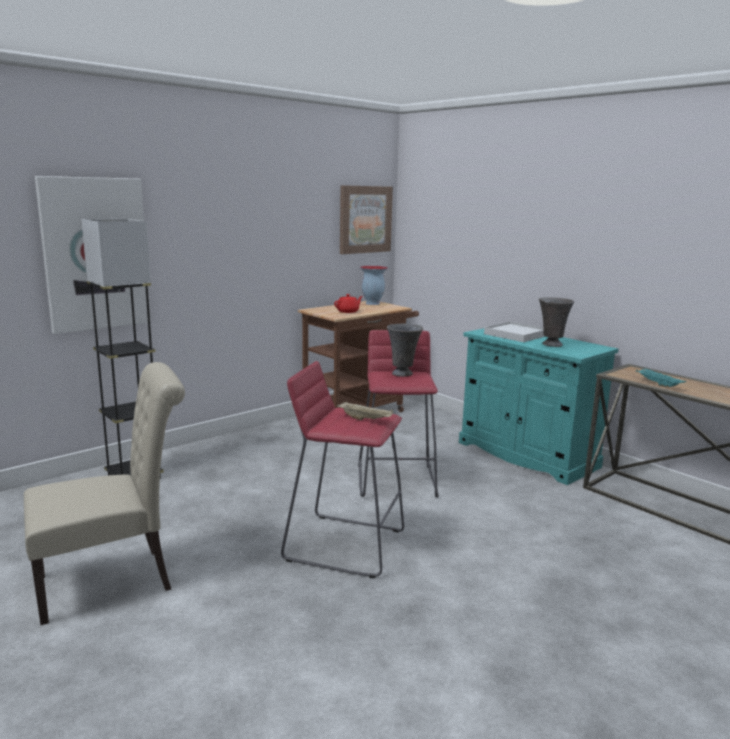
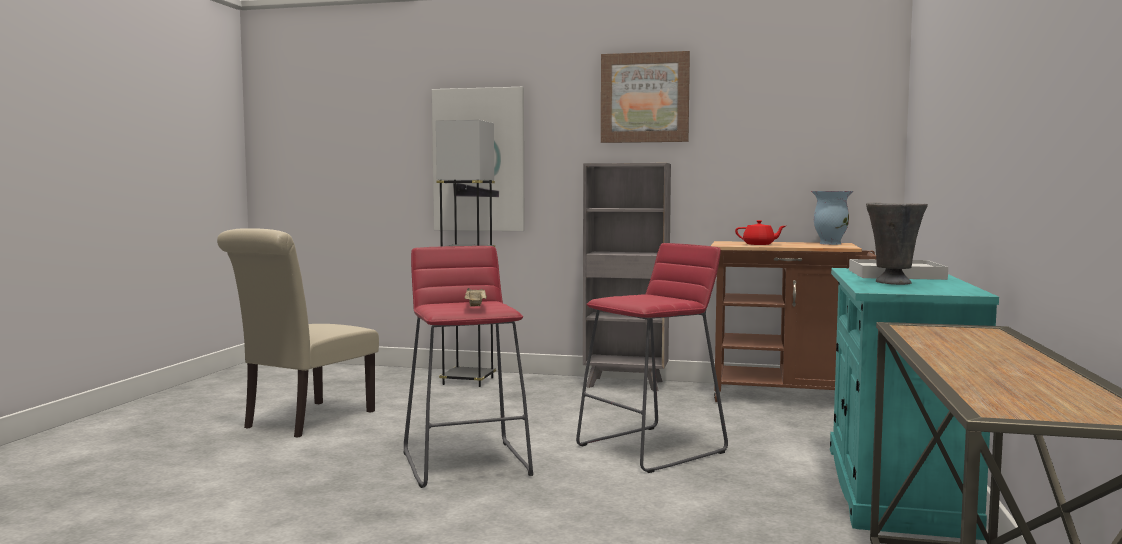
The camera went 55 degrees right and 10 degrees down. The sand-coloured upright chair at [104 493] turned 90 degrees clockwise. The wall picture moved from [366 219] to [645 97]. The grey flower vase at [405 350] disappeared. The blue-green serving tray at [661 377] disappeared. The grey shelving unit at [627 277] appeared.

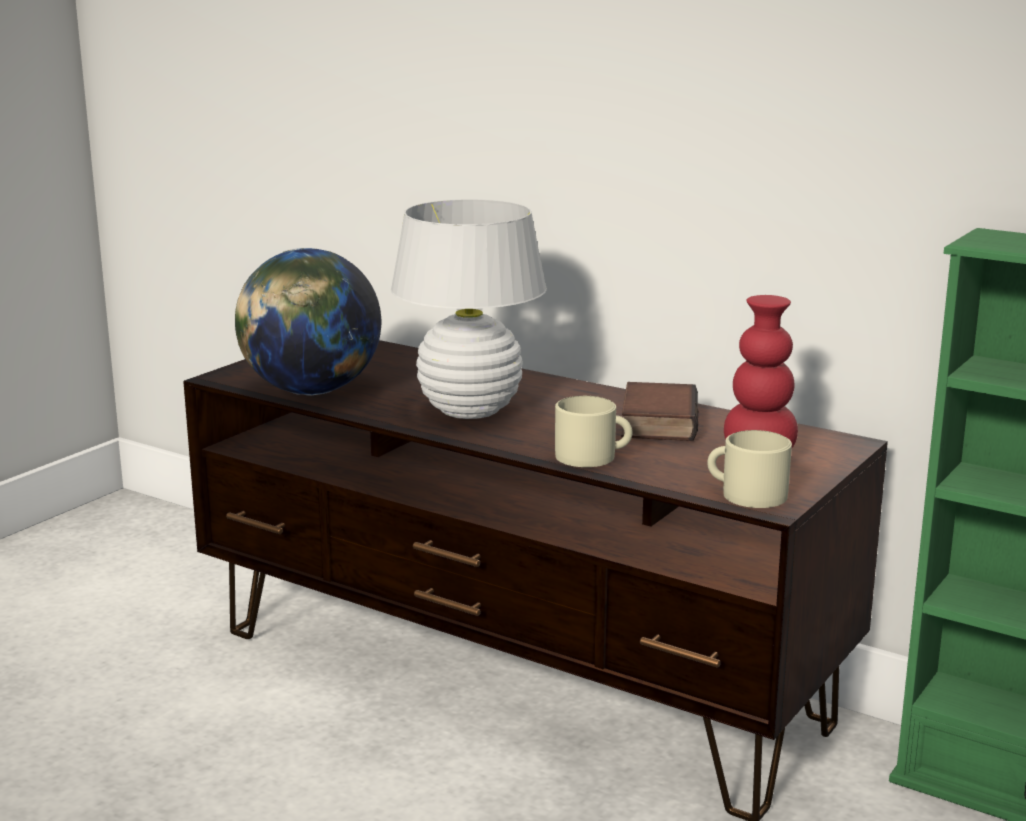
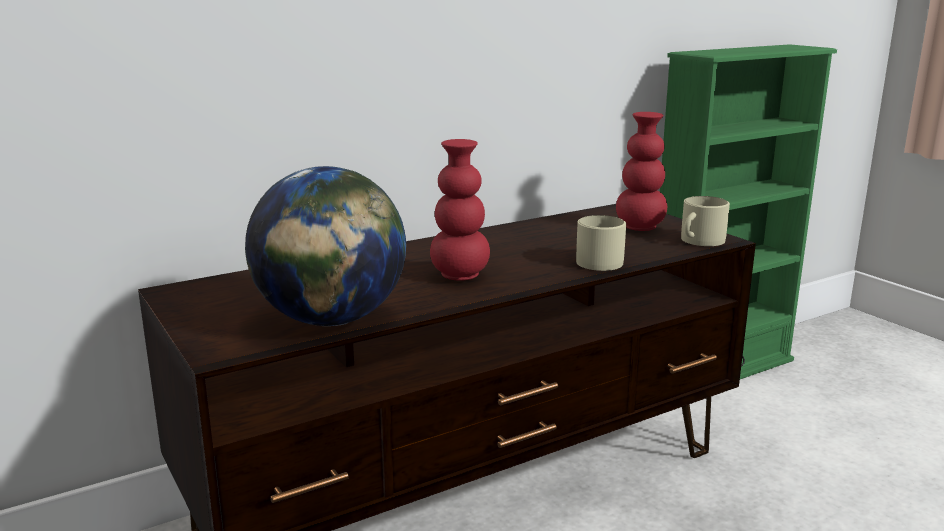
The camera went 65 degrees left and 0 degrees up. The white table lamp at [469 309] was replaced by the red flower vase at [460 210]. The volume at [659 411] disappeared.

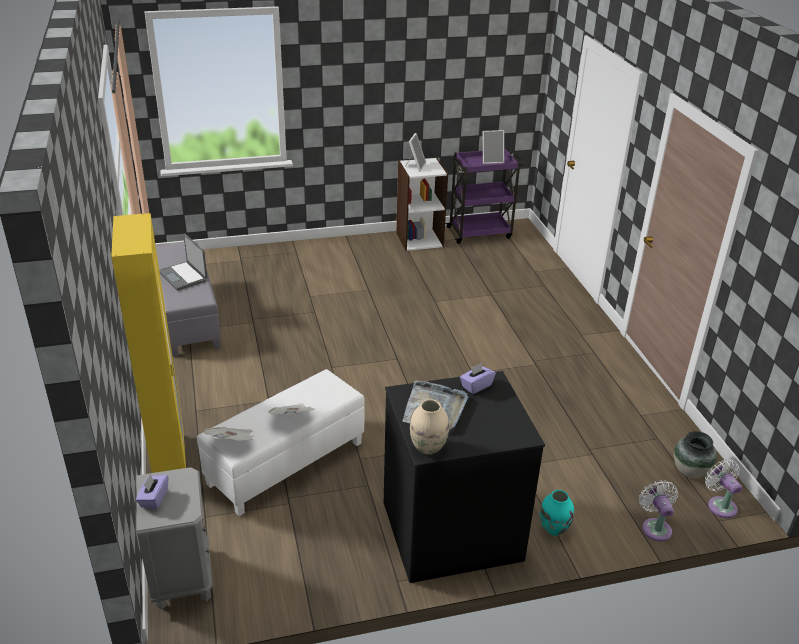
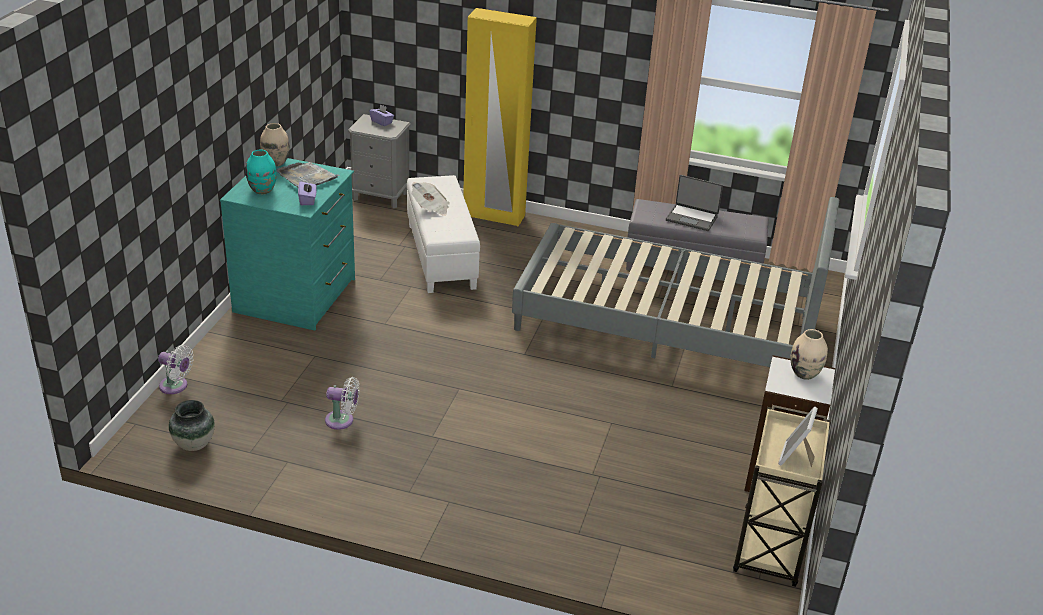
The camera went 120 degrees right and 0 degrees up. The notebook computer at [183 262] turned 150 degrees counterclockwise. The daily paper at [229 434] disappeared. The black chest of drawers at [464 477] became the blue-green chest of drawers at [287 244]. The photo frame at [415 152] was replaced by the sand-coloured flower vase at [809 354]. The purplish trolley at [484 196] became the sand-coloured trolley at [782 496]. The blue-green flower vase moved from [557 513] to [261 171]. The white electric fan moved from [723 488] to [342 403]. The grey bedroom bed at [675 282] appeared.

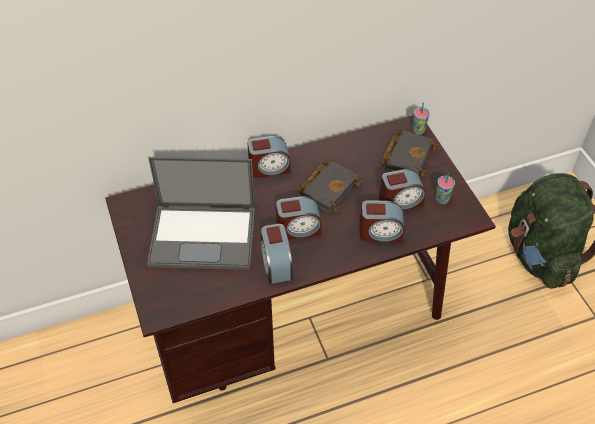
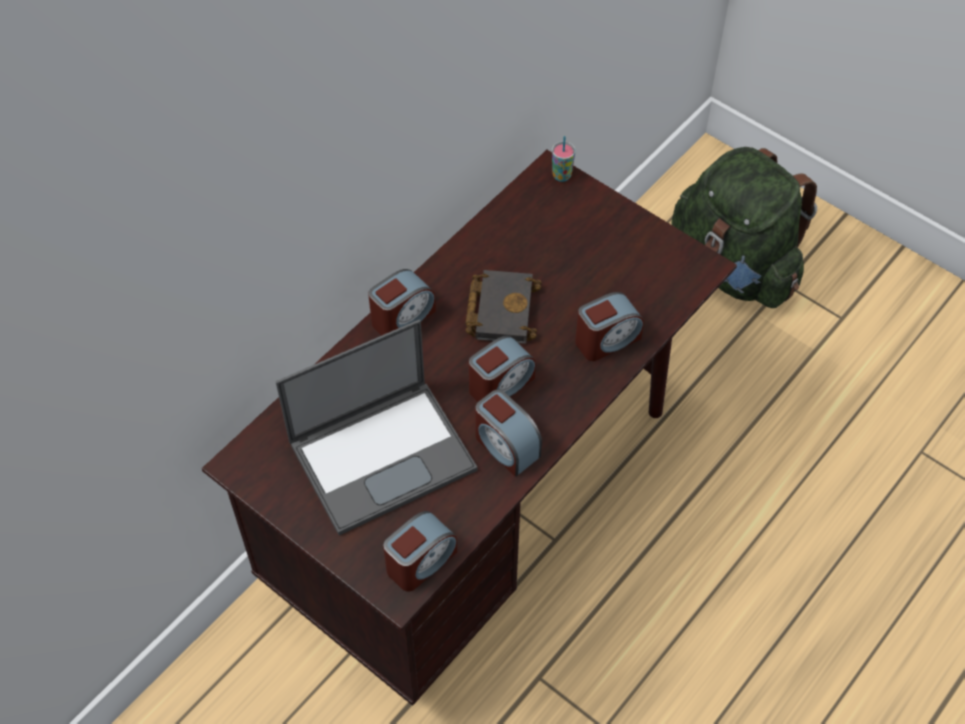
The camera went 30 degrees left and 5 degrees up. The bedside clock moved from [402 189] to [420 551]. The black volume at [409 154] disappeared. The drinking cup at [445 188] disappeared.

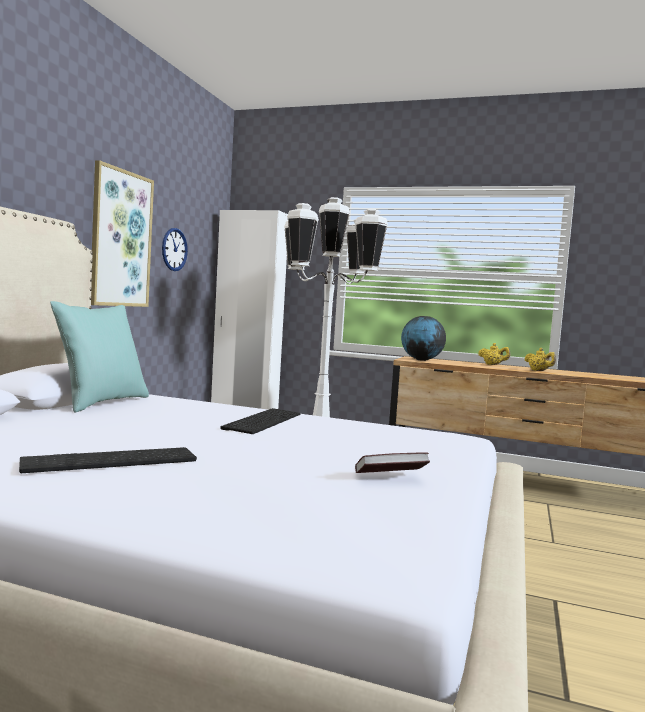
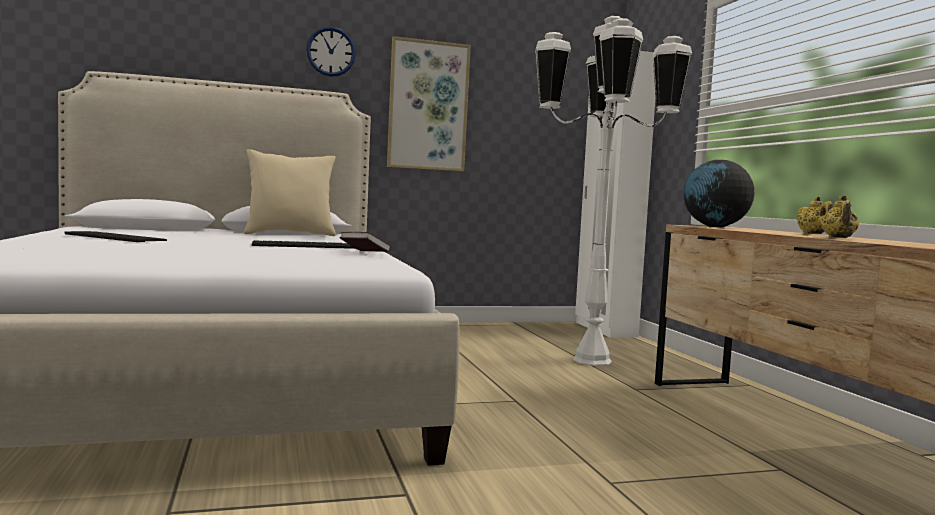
The camera went 55 degrees right and 0 degrees up. The blue-green cushion at [99 357] became the sand-coloured cushion at [290 192]. The clock on the wall moved from [175 249] to [331 52]. The volume moved from [392 462] to [365 242].

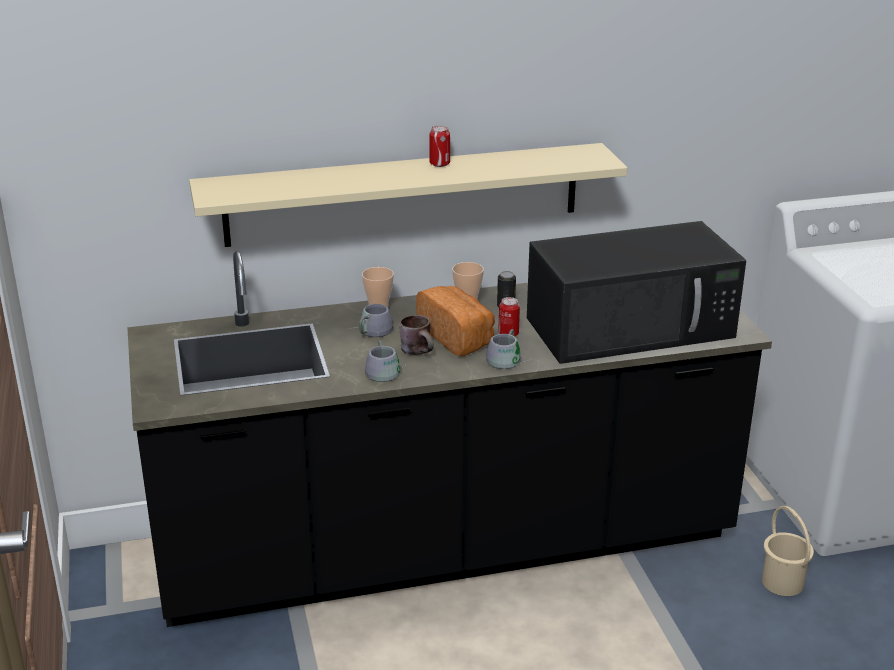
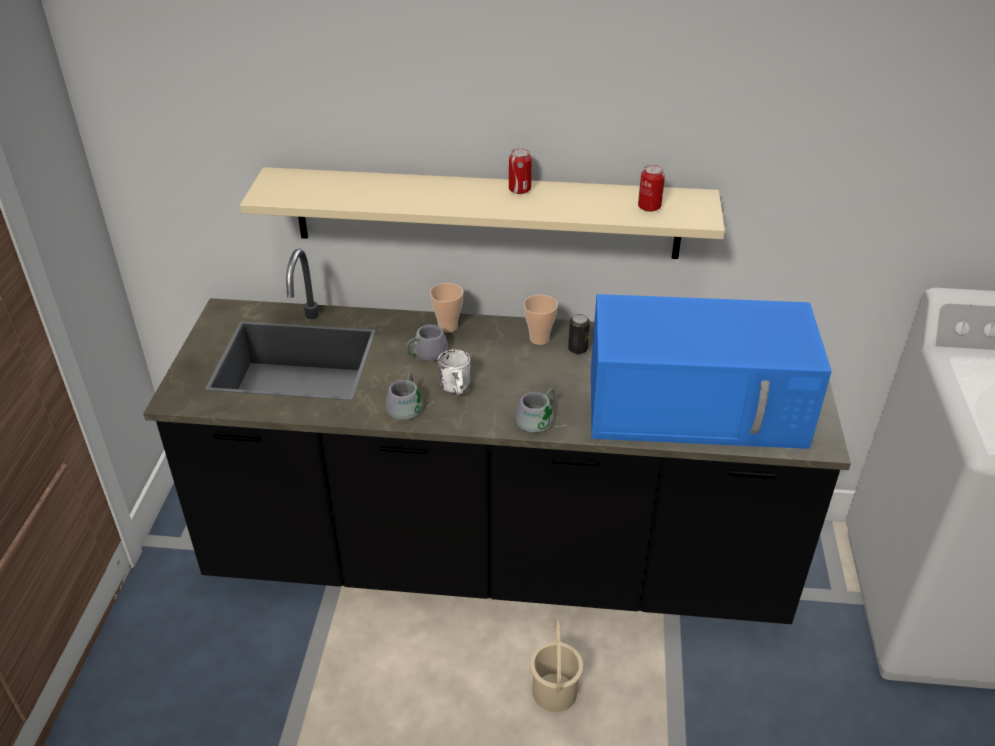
The camera went 20 degrees right and 10 degrees up. The brown-coloured coffee mug at [416 335] became the white coffee mug at [453 372]. The baked bread at [455 321] disappeared. The metal can moved from [509 317] to [651 188]. The black kitchen microwave at [636 292] became the bluish kitchen microwave at [711 371]. The sand-coloured bucket moved from [788 551] to [556 665].

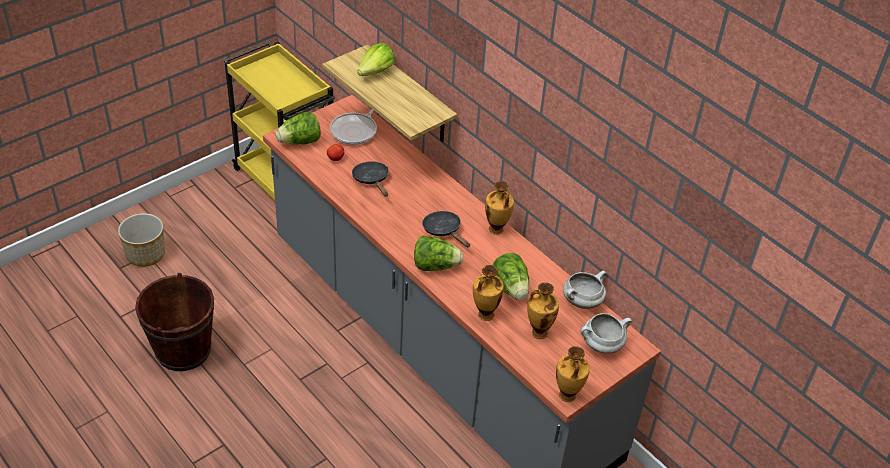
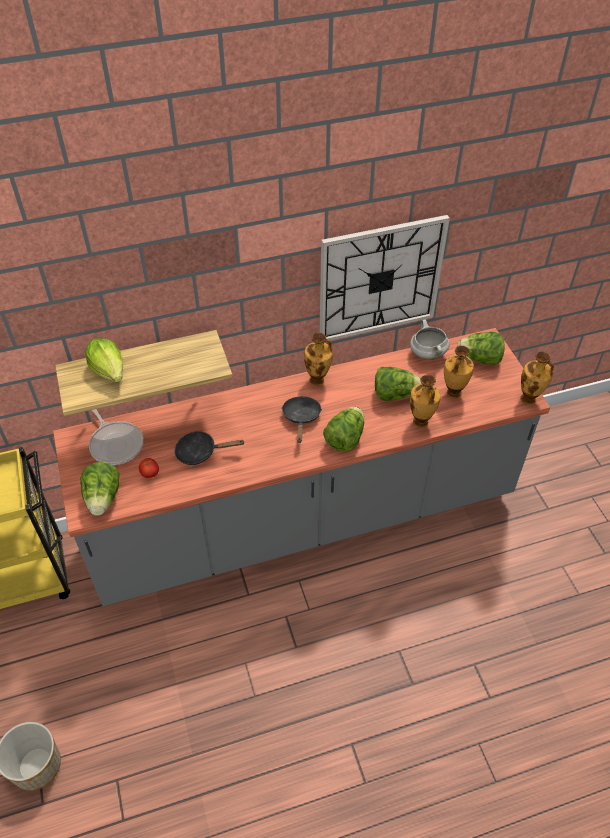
The camera went 65 degrees left and 5 degrees up. The brown-coloured bucket at [174 322] disappeared. The black frying pan at [446 229] turned 105 degrees clockwise. The white stockpot at [606 333] was replaced by the lettuce head at [481 348]. The clock on the wall at [385 278] appeared.

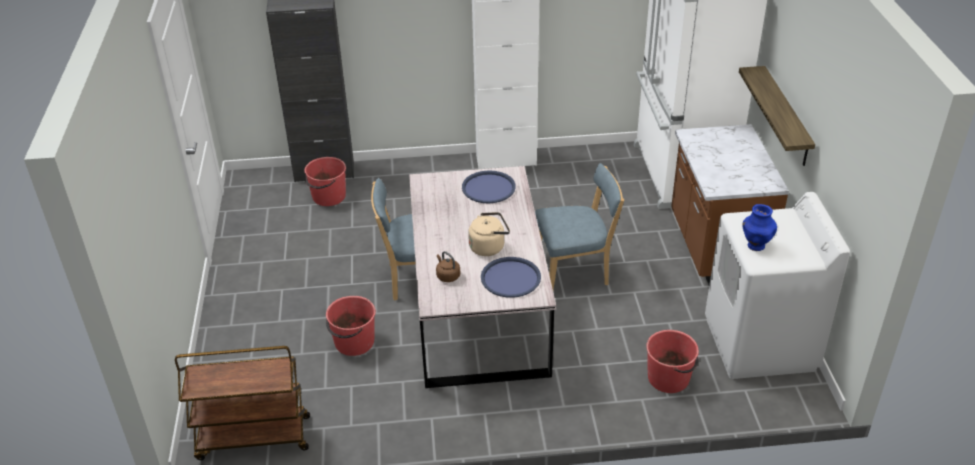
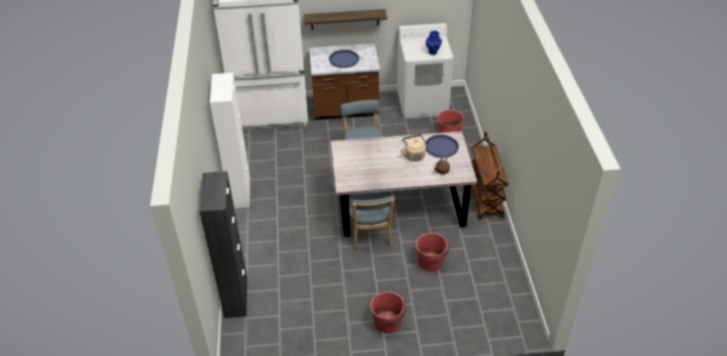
The camera went 90 degrees left and 5 degrees up. The brown-coloured trolley moved from [242 403] to [490 175]. The red bucket moved from [325 181] to [388 312]. The bluish serving tray moved from [489 186] to [344 59].

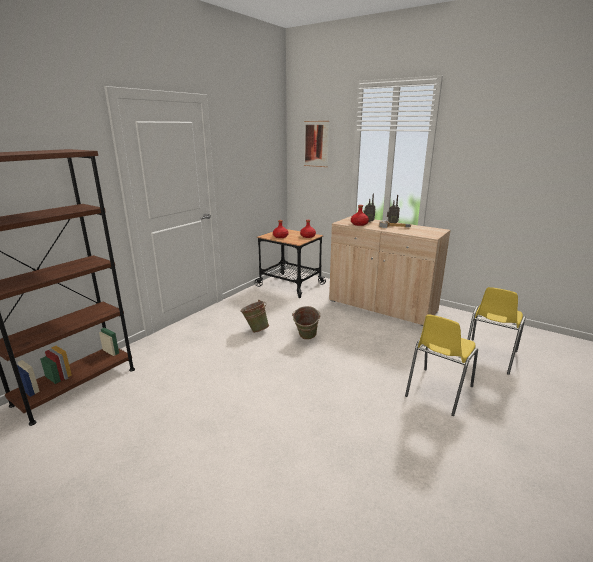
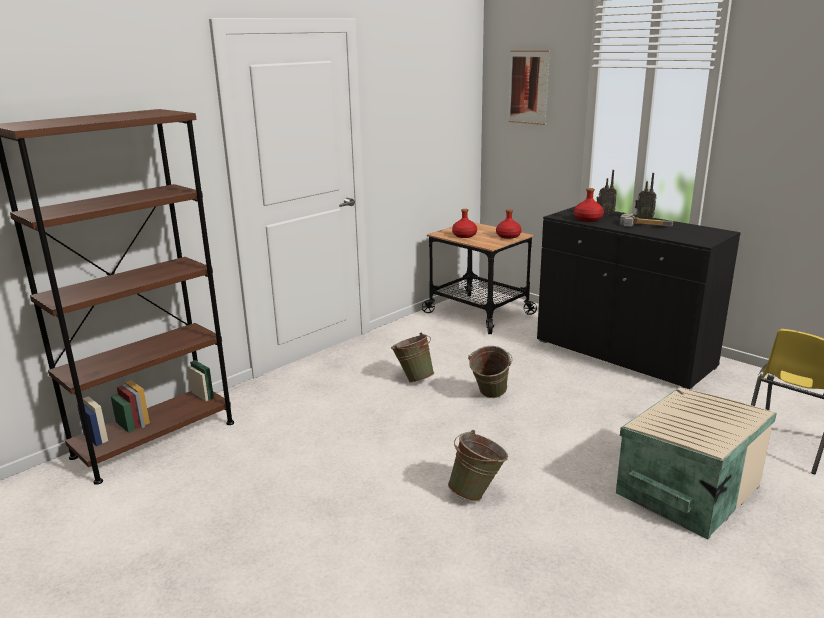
The camera went 10 degrees right and 0 degrees up. The sand-coloured storage cabinet at [390 271] became the black storage cabinet at [639 298]. The yellowish upright chair at [441 365] was replaced by the sand-coloured storage container at [696 463]. The greenish bucket at [478 465] appeared.

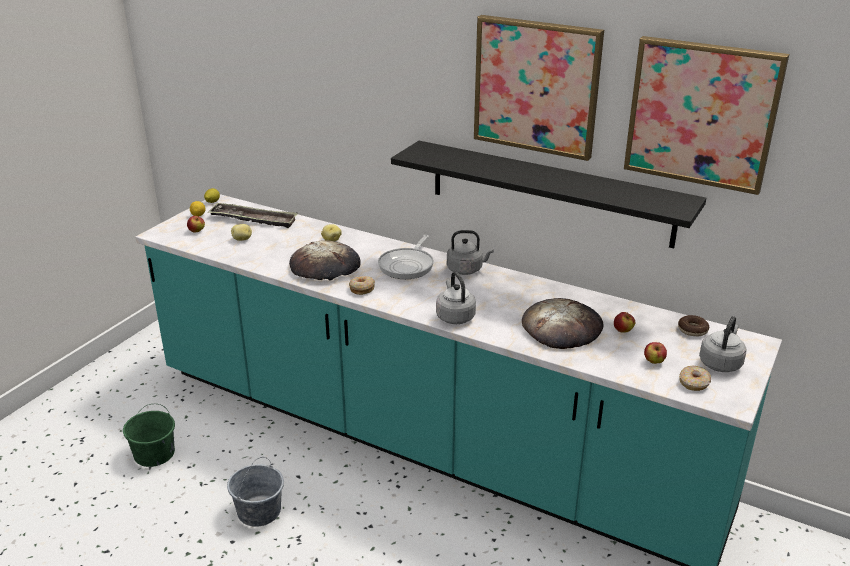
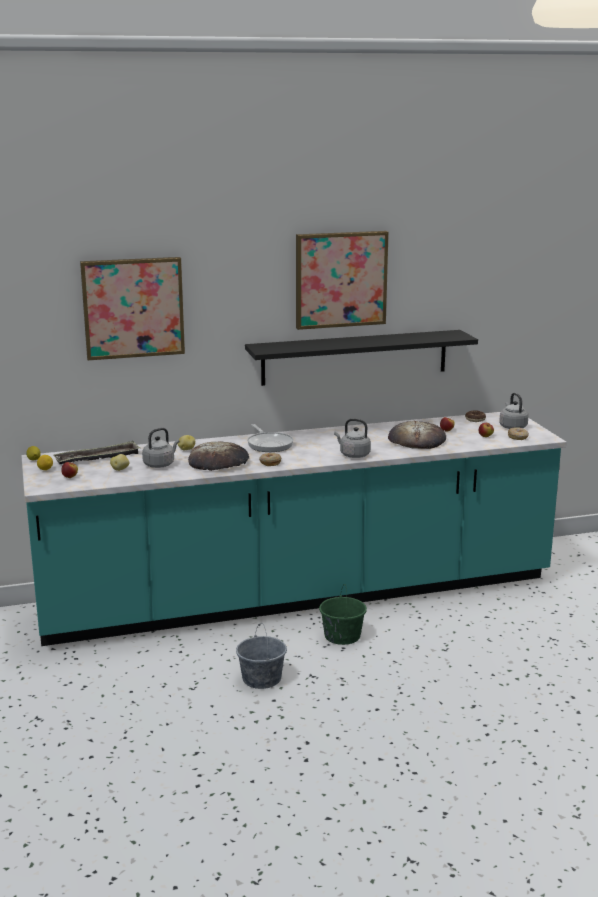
The camera went 45 degrees left and 10 degrees down. The greenish bucket moved from [149 435] to [343 614]. The grey tea kettle moved from [470 252] to [160 448]. The wall picture moved from [706 115] to [132 308].

